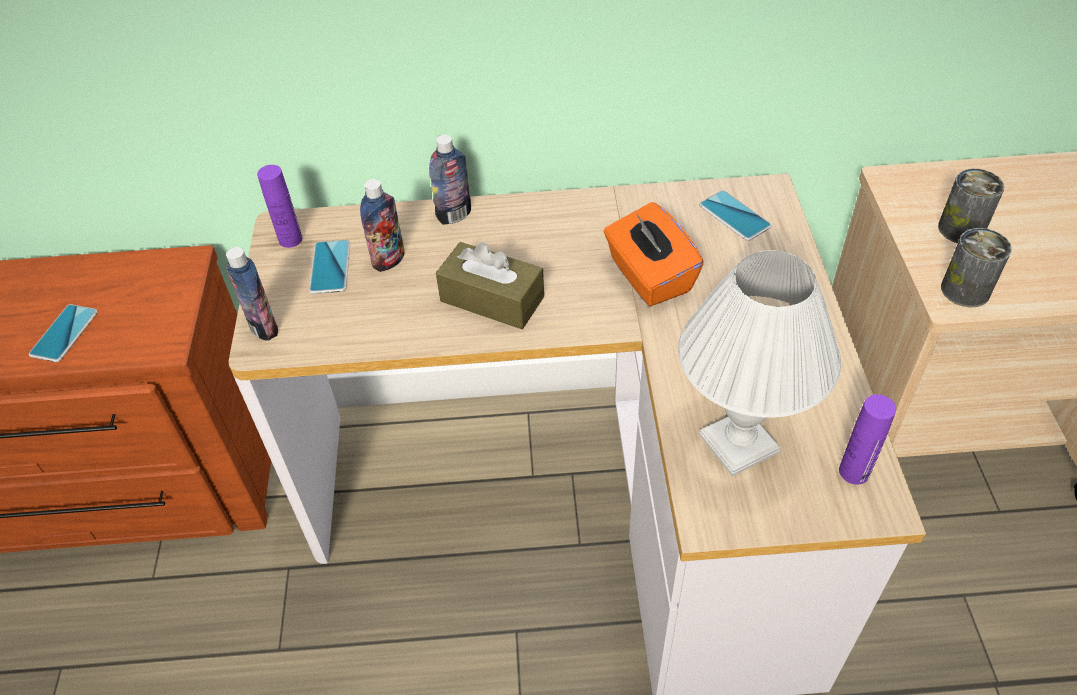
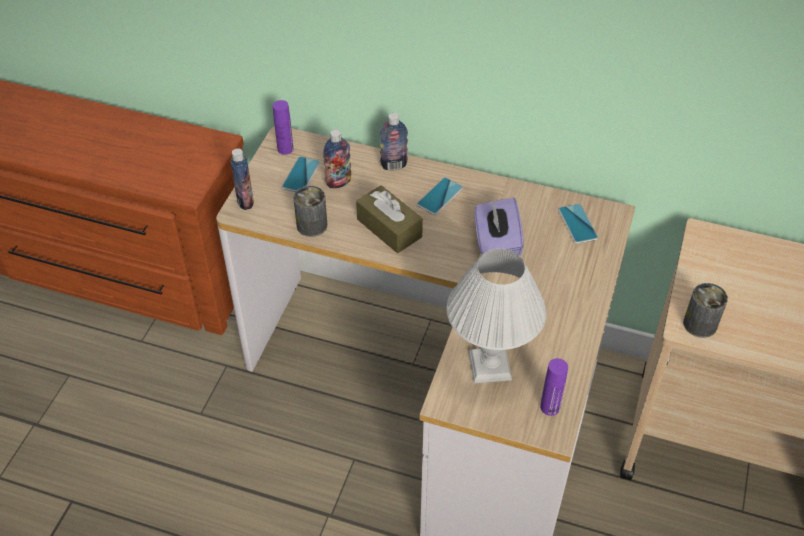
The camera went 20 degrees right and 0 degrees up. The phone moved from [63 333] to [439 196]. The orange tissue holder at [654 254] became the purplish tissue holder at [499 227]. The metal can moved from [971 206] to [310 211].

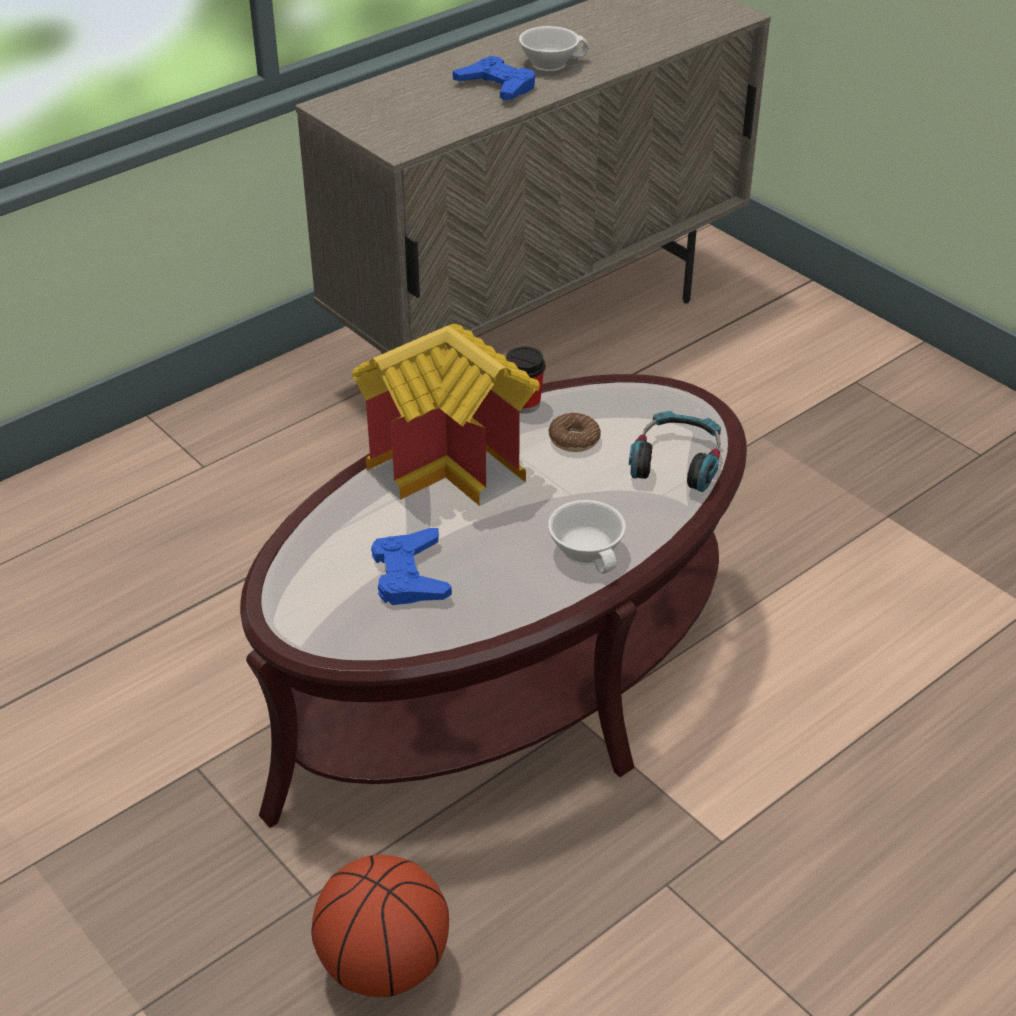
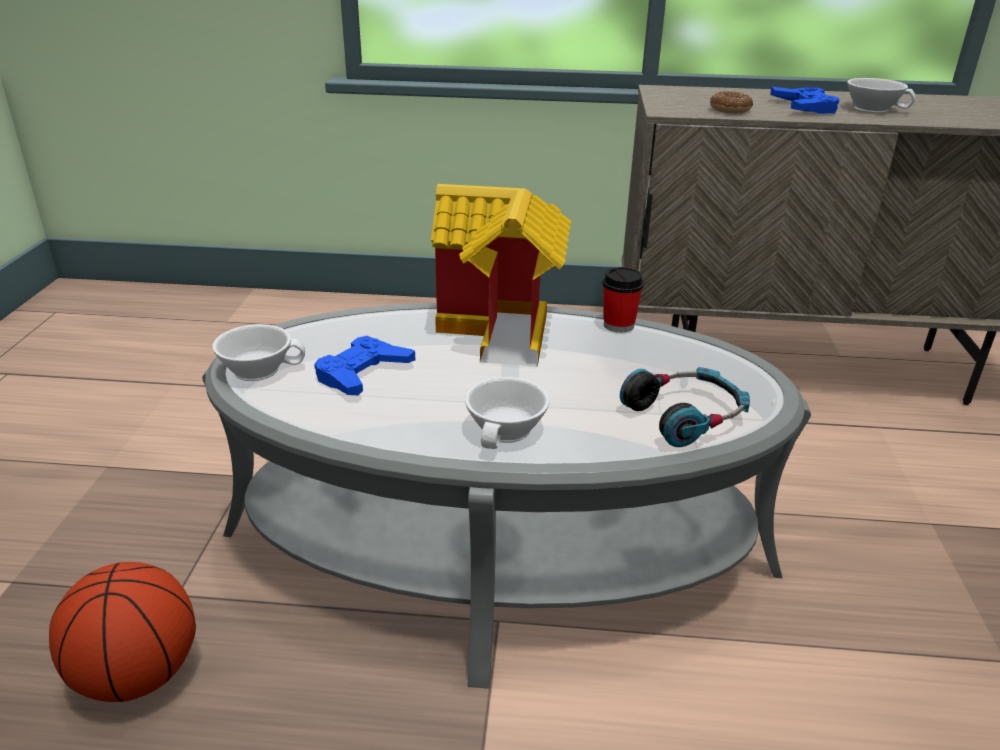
The camera went 45 degrees right and 10 degrees down. The brown-coloured coffee table at [493 601] became the grey coffee table at [506 496]. The donut moved from [574 432] to [731 102]. The white drinking cup at [258 352] appeared.

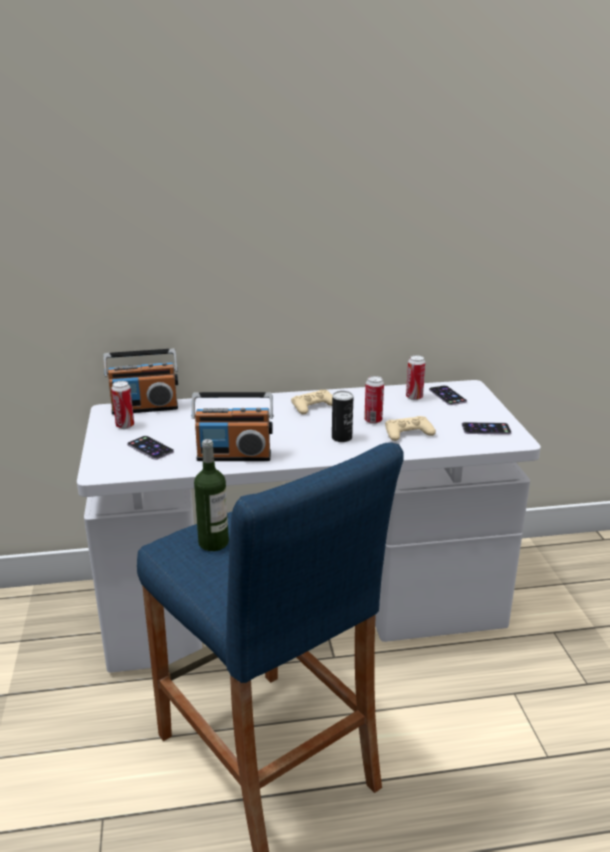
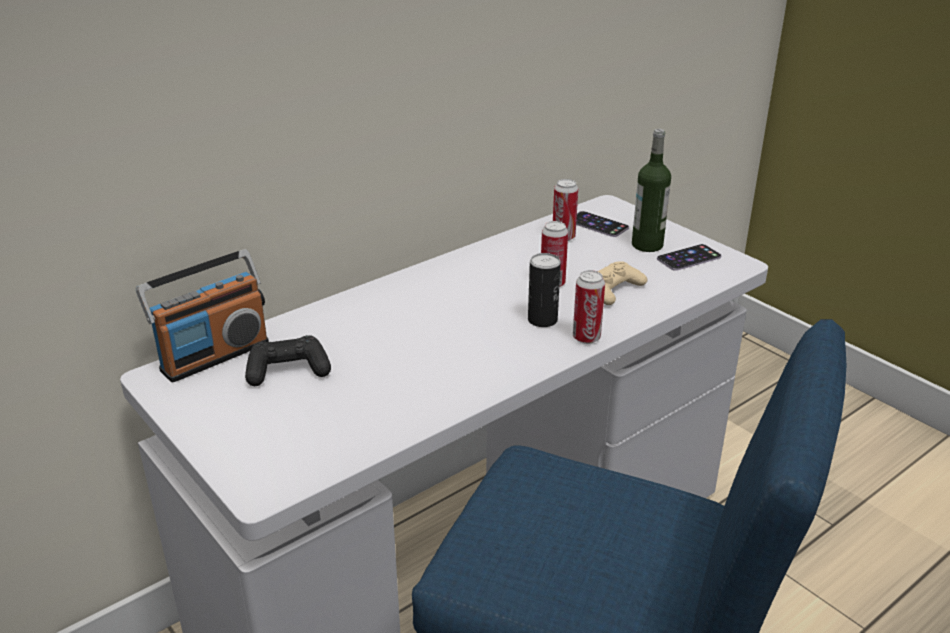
The camera went 30 degrees left and 5 degrees up. The metal can moved from [122 405] to [589 307]. The phone at [150 448] disappeared. The radio set at [232 426] disappeared. The drink bottle moved from [211 495] to [651 190]. The sand-coloured game controller at [311 402] disappeared. The black game controller at [288 360] appeared.

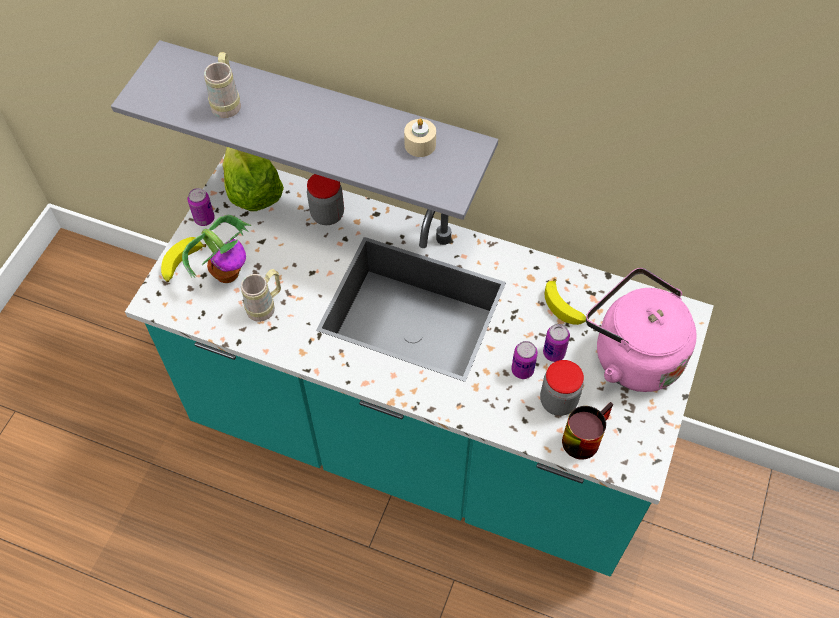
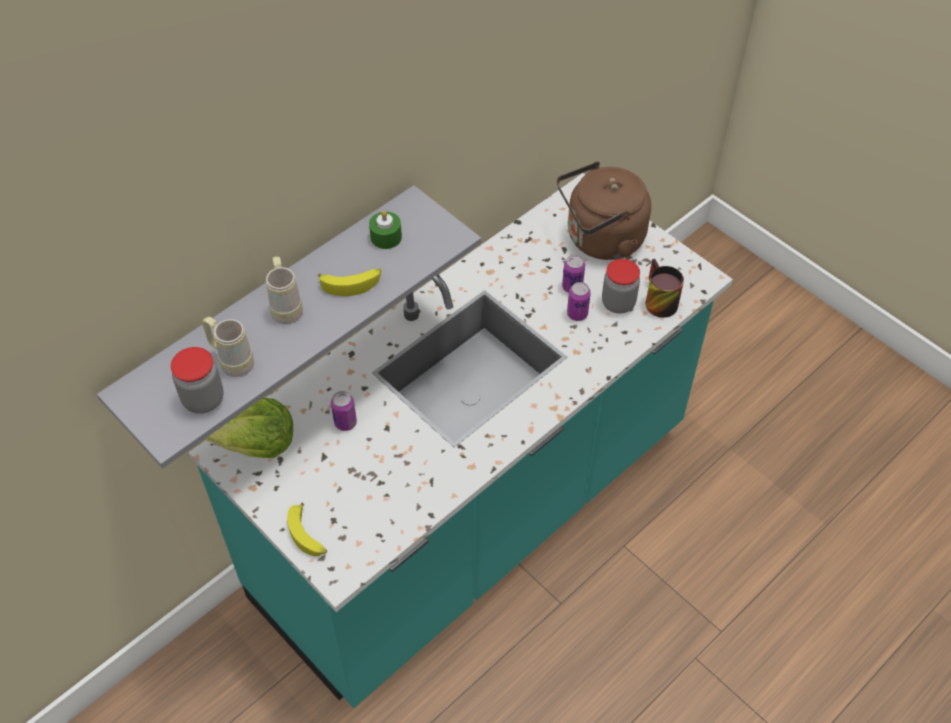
The camera went 65 degrees left and 5 degrees down. The potted plant at [217 249] disappeared. The metal can moved from [201 207] to [344 411]. The sand-coloured coffee mug moved from [261 295] to [284 290]. The storage jar moved from [325 199] to [197 380]. The sand-coloured wax candle at [420 137] became the greenish wax candle at [385 230]. The banana fruit moved from [565 302] to [349 282]. The pinkish tea kettle at [641 330] became the brown-coloured tea kettle at [604 210].

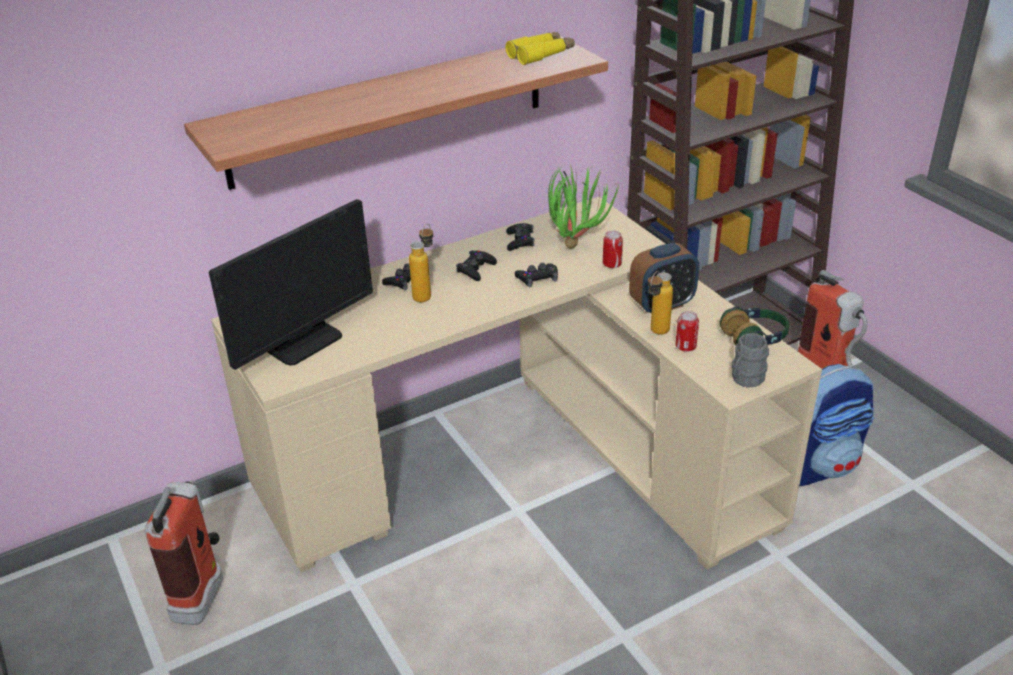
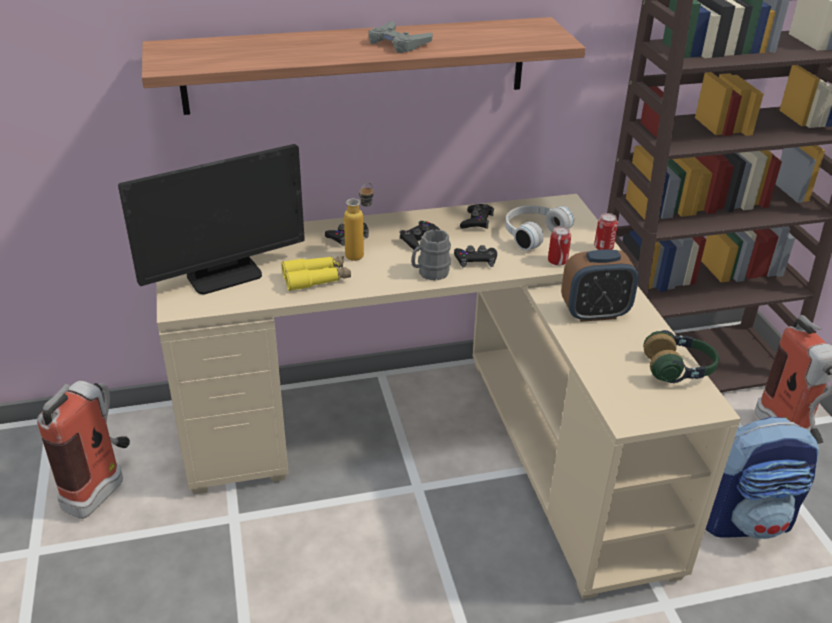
The camera went 15 degrees right and 0 degrees up. The yellowish field glasses moved from [540 48] to [316 273]. The potted plant at [583 207] was replaced by the white pair of headphones at [539 228]. The drink bottle at [660 303] disappeared. The metal can moved from [687 331] to [606 231]. The grey coffee mug moved from [750 360] to [431 254]. The grey game controller at [400 36] appeared.

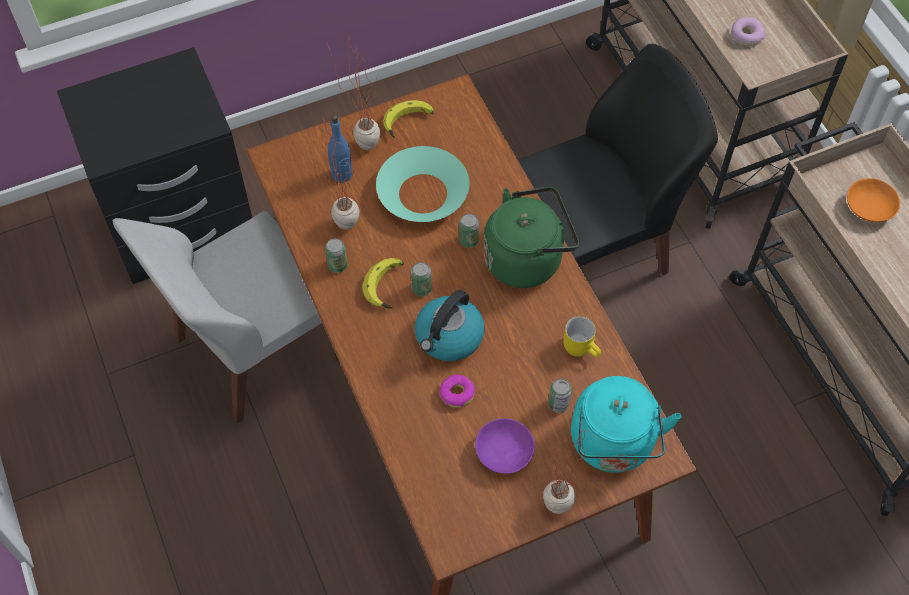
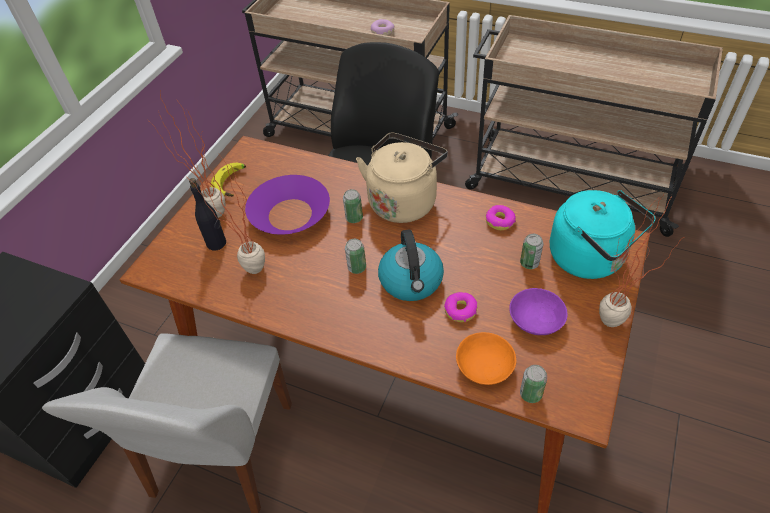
The camera went 40 degrees left and 10 degrees down. The metal can moved from [336 255] to [533 384]. The bluish drink bottle at [340 148] became the black drink bottle at [207 214]. The banana fruit at [383 283] disappeared. The blue-green serving bowl at [423 184] became the purplish serving bowl at [287 205]. The greenish tea kettle at [531 237] became the sand-coloured tea kettle at [402 178]. The yellowish coffee mug at [582 336] was replaced by the donut at [501 217]. The orange serving bowl moved from [873 200] to [486 358].

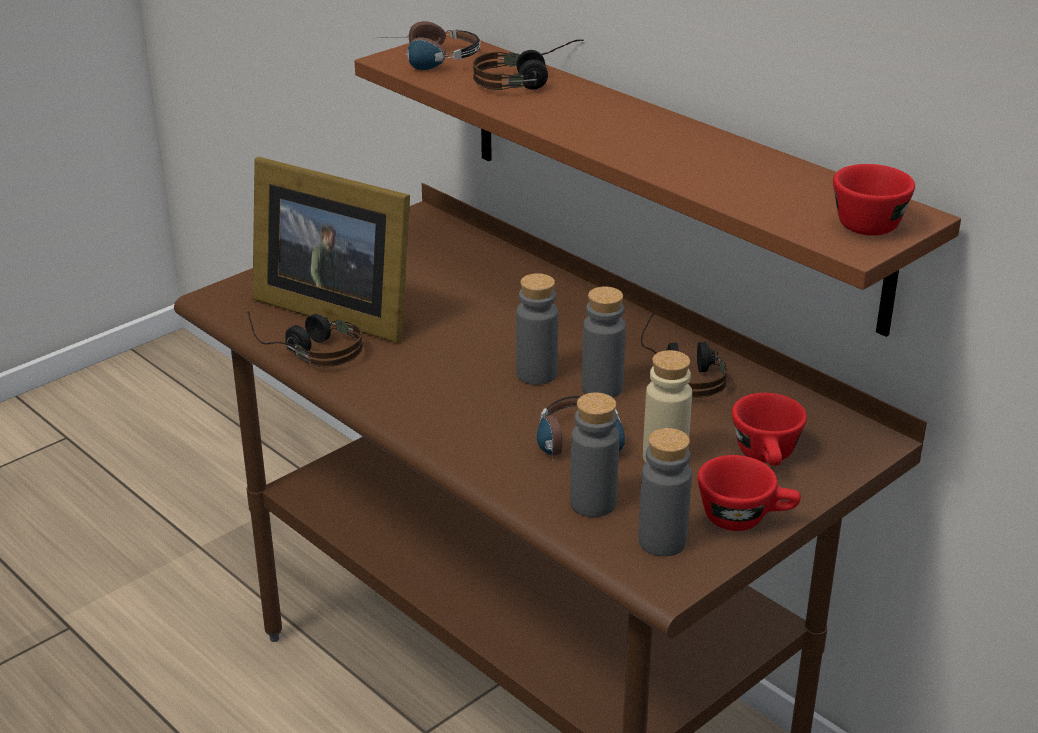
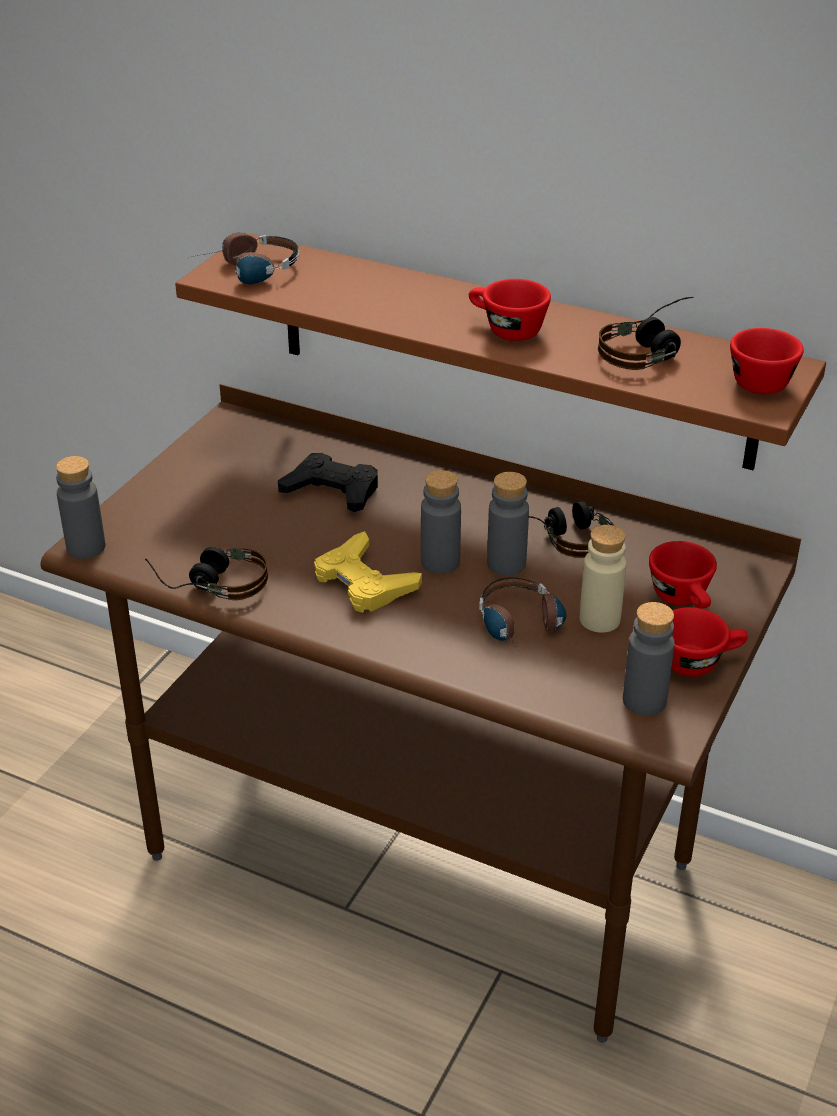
The camera went 20 degrees left and 5 degrees up. The photo frame at [331 250] disappeared. The pair of headphones moved from [528 65] to [645 333]. The grey drink bottle moved from [594 454] to [80 507]. The black game controller at [328 482] appeared. The yellowish game controller at [368 572] appeared. The red drinking cup at [510 310] appeared.

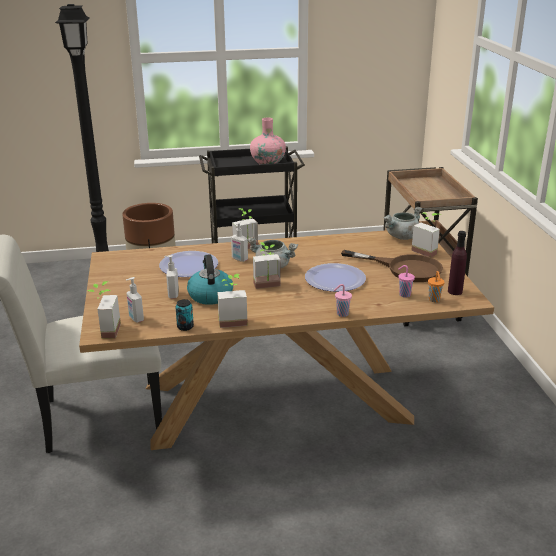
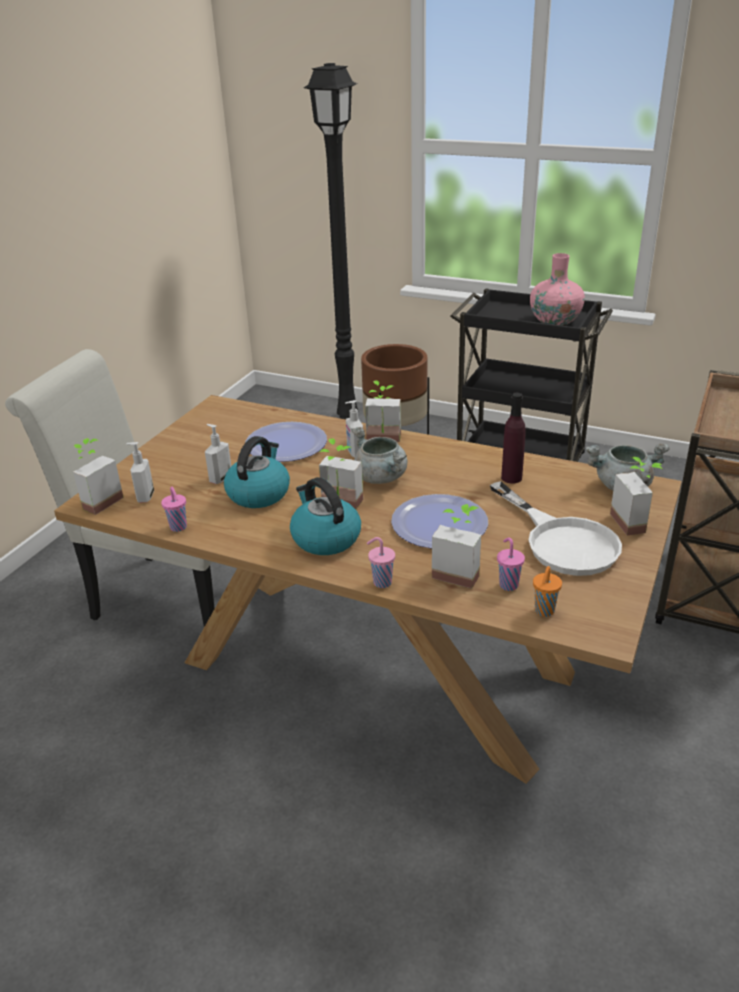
The camera went 35 degrees right and 5 degrees up. The metal can at [184 315] was replaced by the pinkish drinking cup at [174 509]. The potted plant moved from [232 301] to [456 546]. The brown-coloured frying pan at [392 266] became the white frying pan at [556 528]. The purplish drink bottle moved from [457 263] to [513 438]. The tea kettle at [325 516] appeared.

